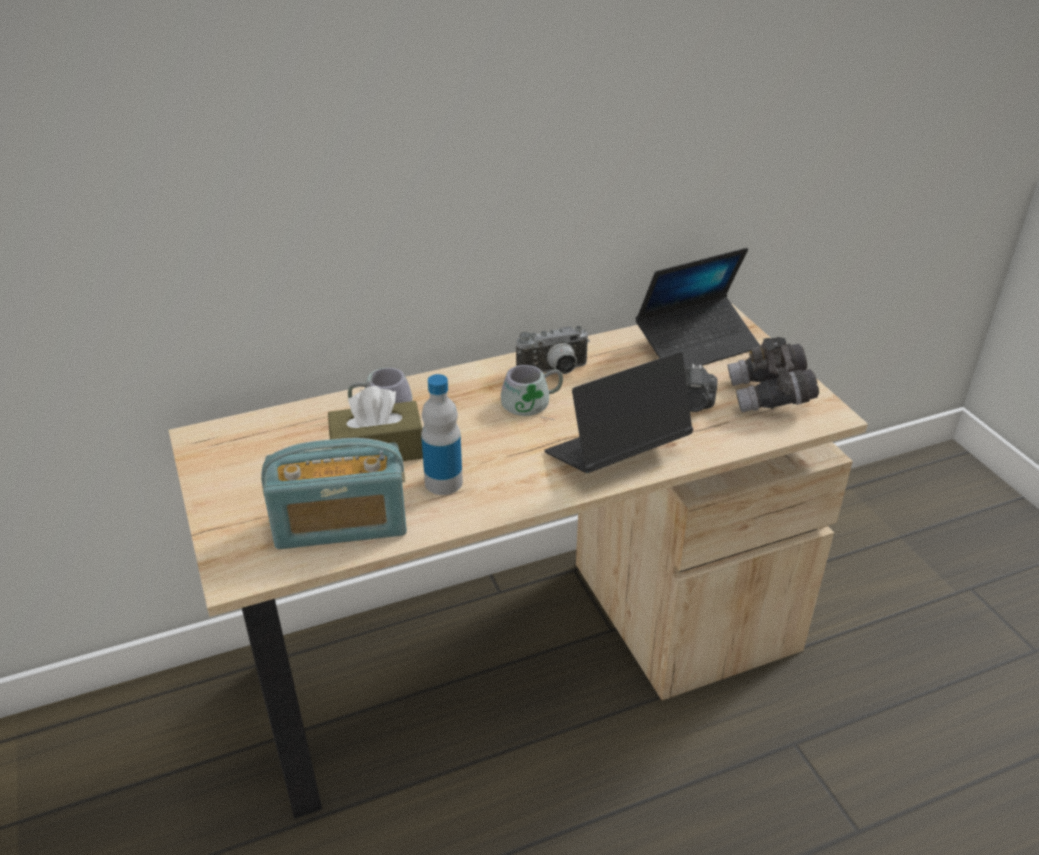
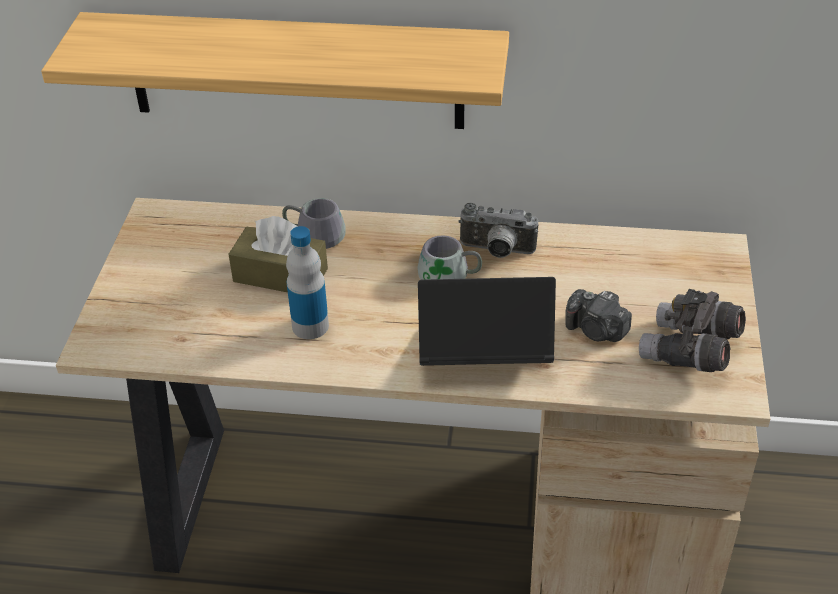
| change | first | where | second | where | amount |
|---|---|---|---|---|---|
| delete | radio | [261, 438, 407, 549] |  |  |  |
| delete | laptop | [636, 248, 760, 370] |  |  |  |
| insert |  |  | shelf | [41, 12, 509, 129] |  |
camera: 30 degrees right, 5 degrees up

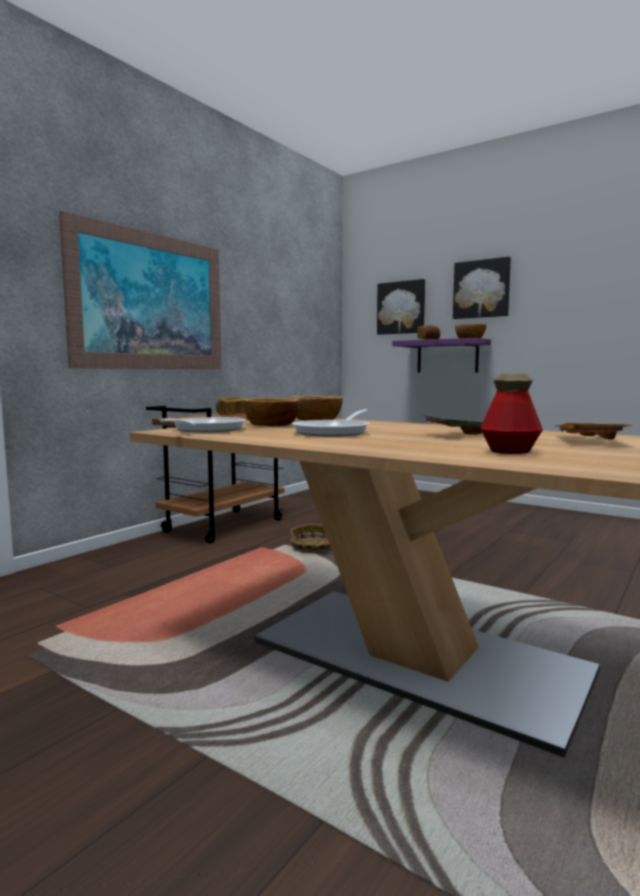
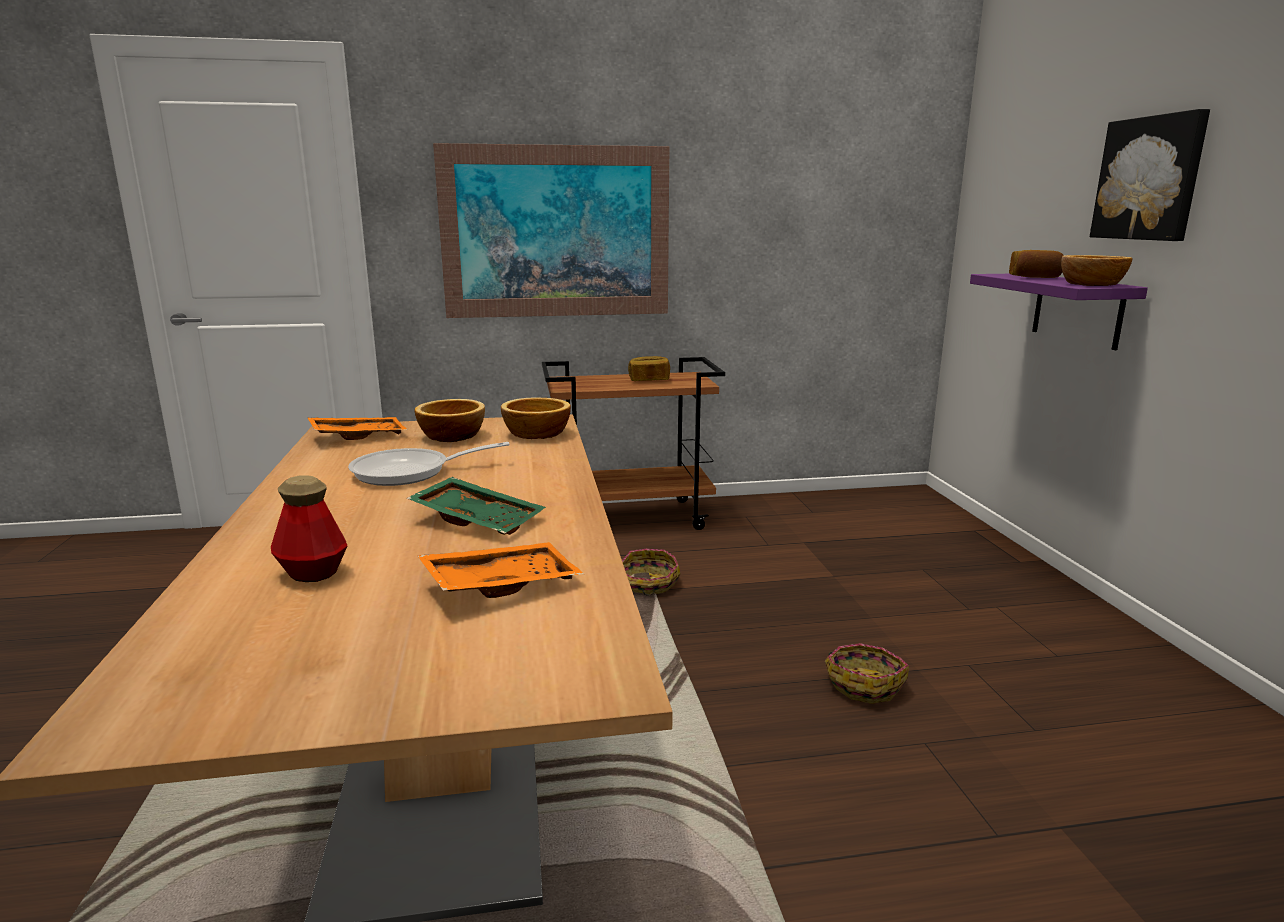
| change | first | where | second | where | amount |
|---|---|---|---|---|---|
| replace | frying pan | [159, 417, 246, 433] | tray/orange | [308, 417, 407, 440] |  |
| delete | picture | [377, 279, 425, 335] |  |  |  |
| insert |  |  | basket | [825, 643, 909, 704] |  |
camera: 45 degrees right, 10 degrees up

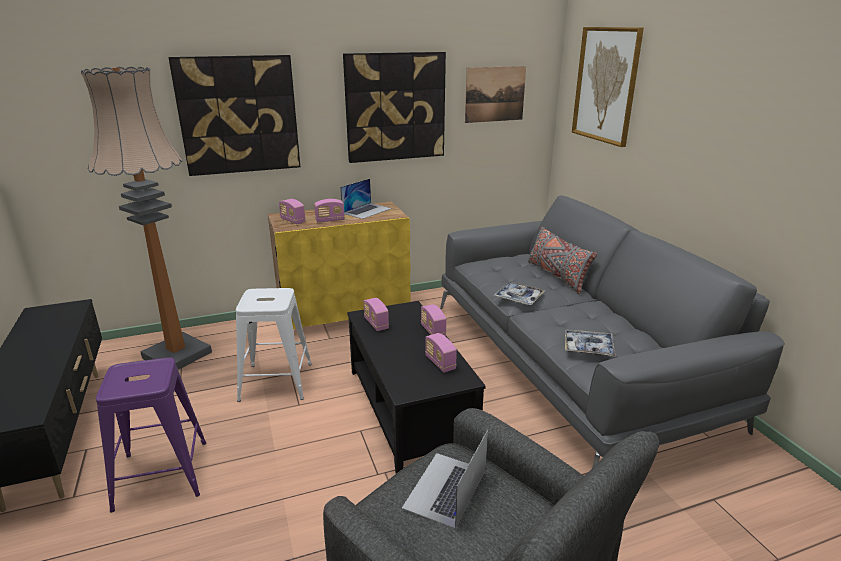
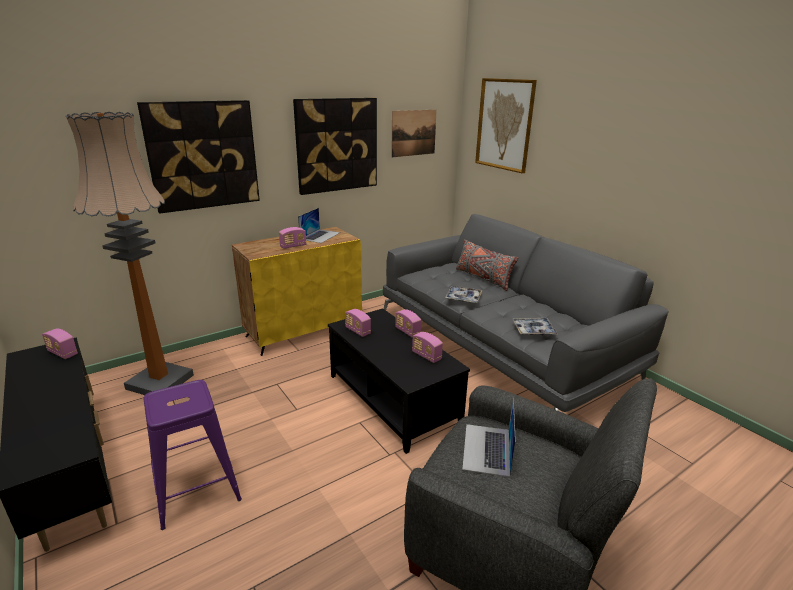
| change | first | where | second | where | amount |
|---|---|---|---|---|---|
| delete | stool/white | [236, 288, 312, 402] |  |  |  |
| move | radio | [279, 199, 305, 224] |  | [42, 328, 78, 359] |  |
camera: 15 degrees left, 0 degrees up

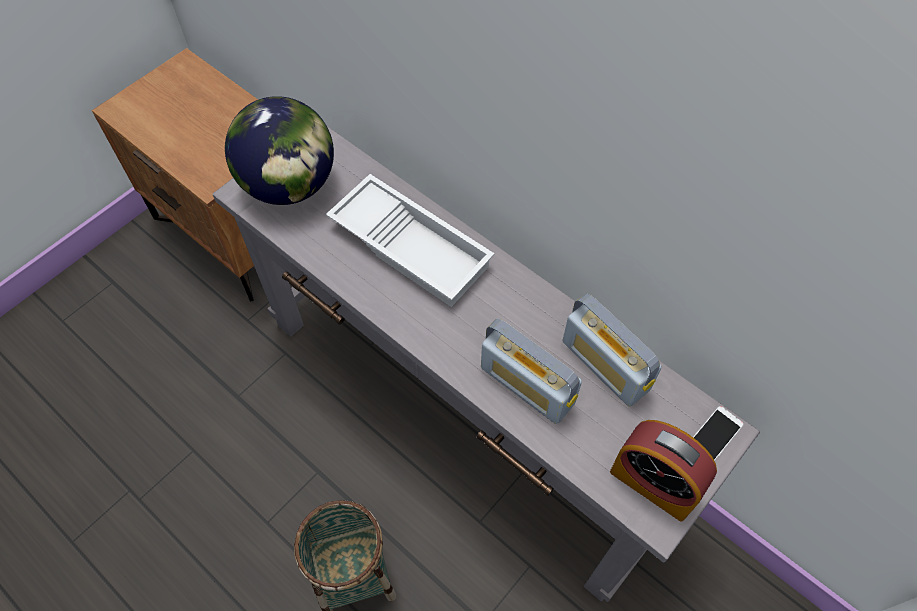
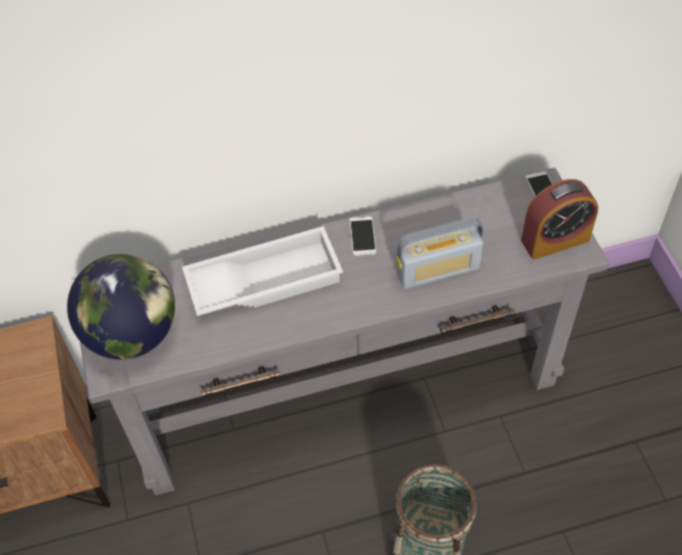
| change | first | where | second | where | amount |
|---|---|---|---|---|---|
| delete | radio | [563, 294, 662, 407] |  |  |  |
| insert |  |  | phone | [350, 216, 376, 256] |  |
camera: 55 degrees left, 5 degrees down

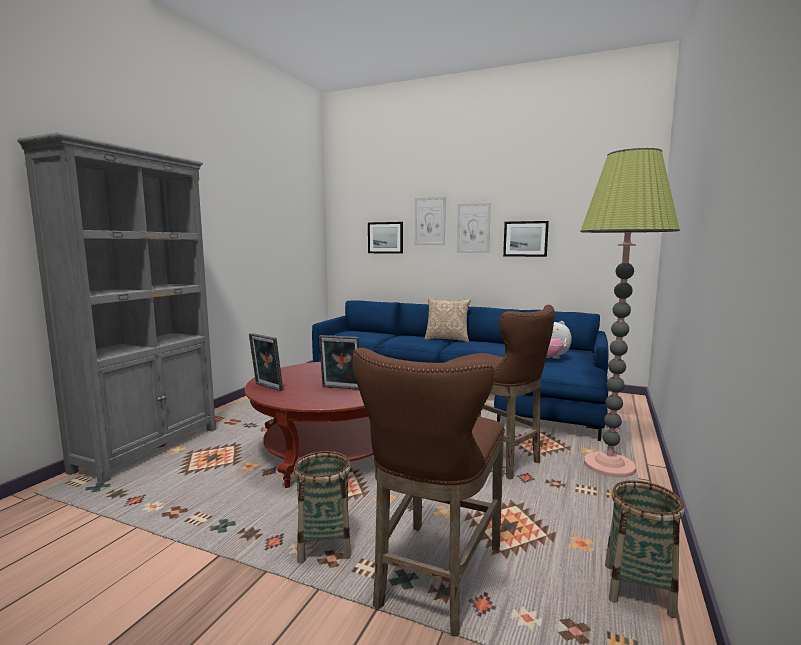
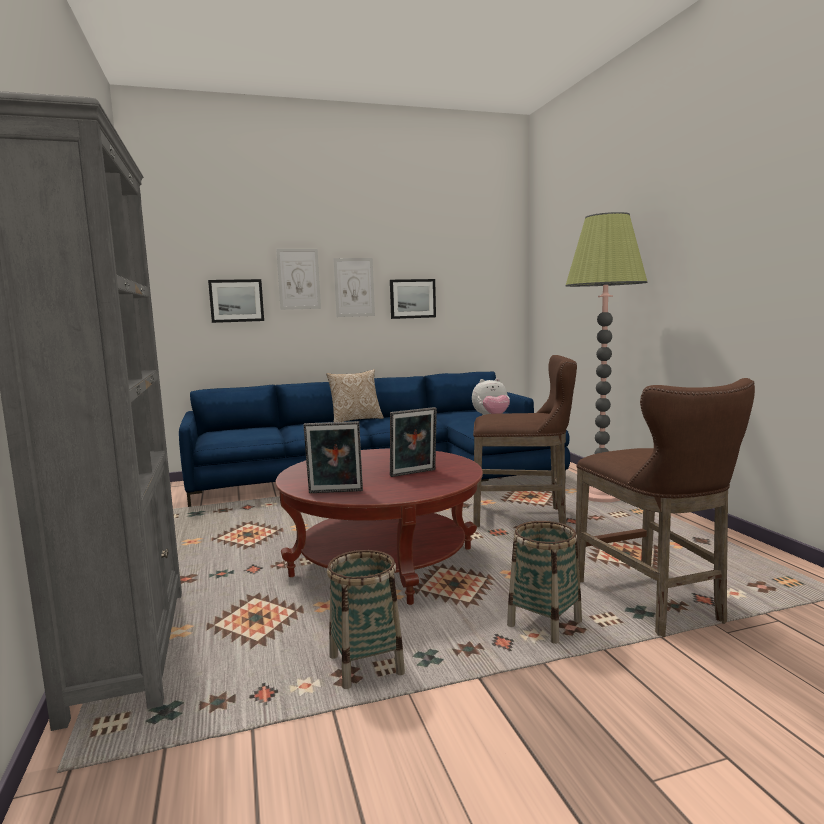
| change | first | where | second | where | amount |
|---|---|---|---|---|---|
| move | basket | [605, 480, 685, 618] |  | [327, 550, 405, 689] |  |
camera: 40 degrees left, 0 degrees up

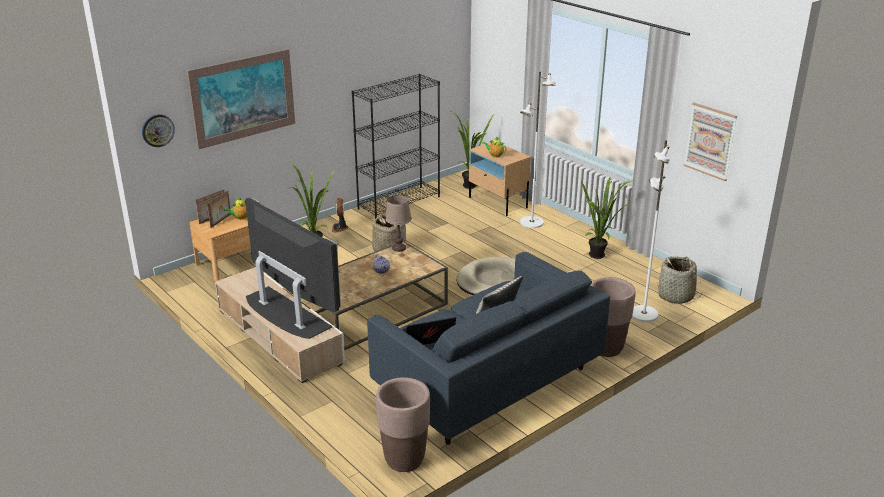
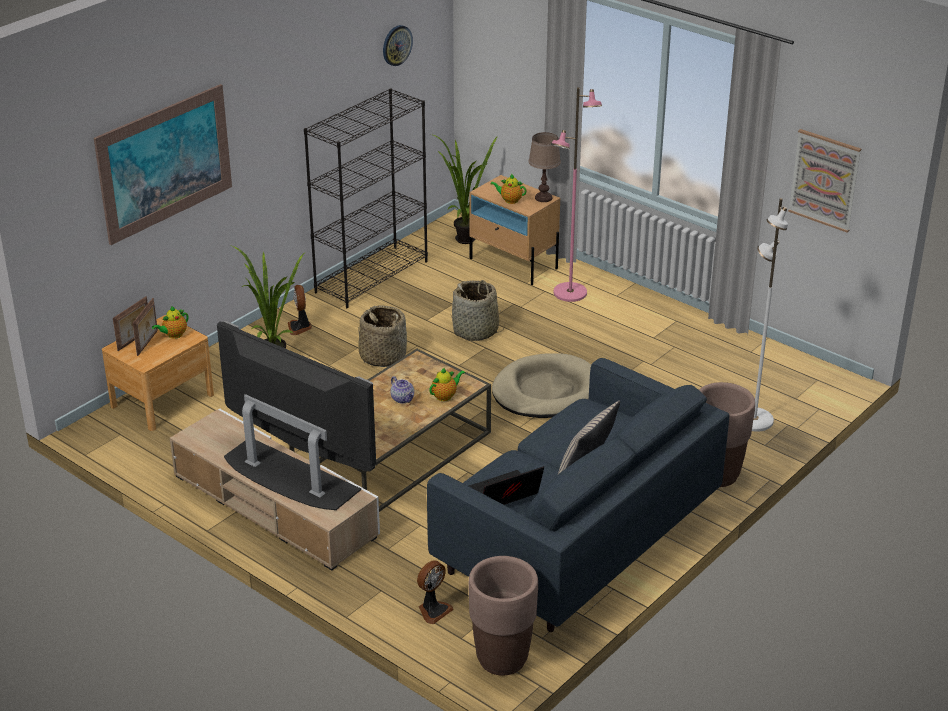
| change | first | where | second | where | amount |
|---|---|---|---|---|---|
| move | wall clock | [142, 114, 175, 147] |  | [383, 25, 413, 66] |  |
| move | table lamp/brown | [385, 195, 411, 252] |  | [528, 132, 561, 202] |  |
| recolor | floor lamp/white | [520, 71, 556, 228] | floor lamp/pink | [551, 87, 602, 302] |  |
| delete | potted plant | [580, 178, 636, 259] |  |  |  |
| move | basket | [656, 257, 701, 304] |  | [450, 280, 505, 341] |  |
| insert |  |  | fan | [417, 560, 454, 624] |  |
| insert |  |  | teapot | [429, 367, 465, 401] |  |
camera: 10 degrees left, 5 degrees up

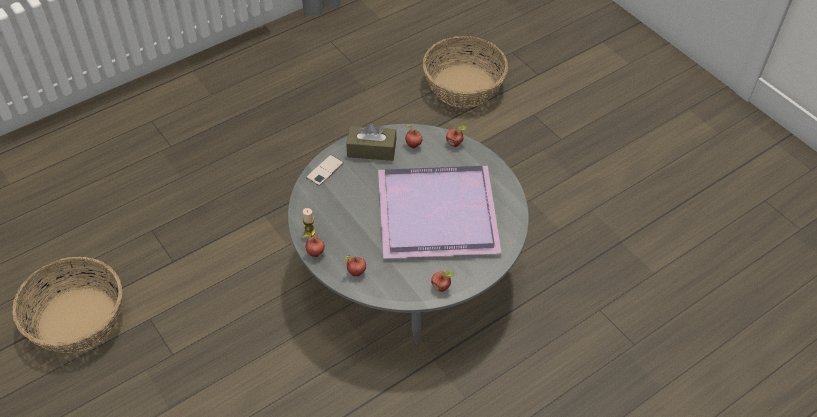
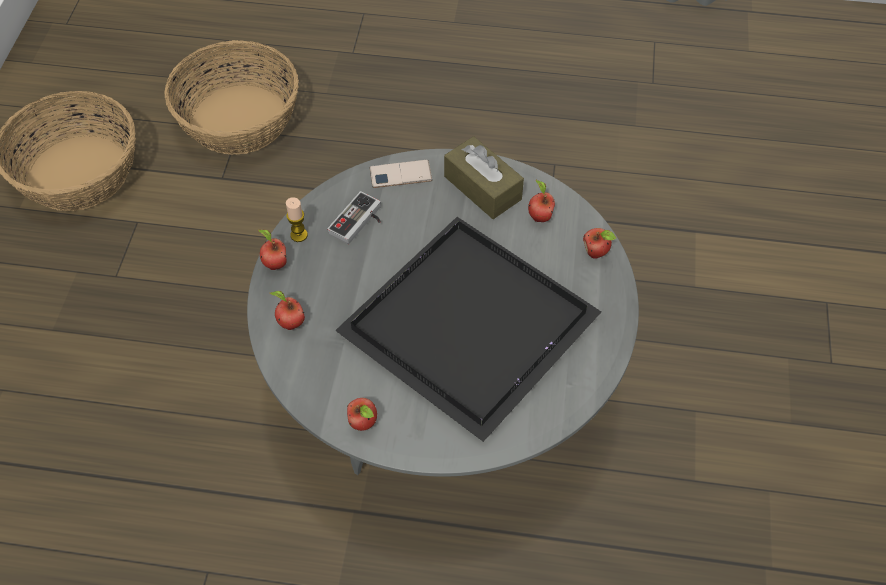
| change | first | where | second | where | amount |
|---|---|---|---|---|---|
| recolor | tray/purple | [378, 166, 502, 259] | tray/black | [335, 217, 601, 442] |  |
| move | basket | [423, 36, 508, 108] |  | [164, 40, 299, 155] |  |
| insert |  |  | game controller | [327, 191, 381, 244] |  |
camera: 45 degrees right, 5 degrees up

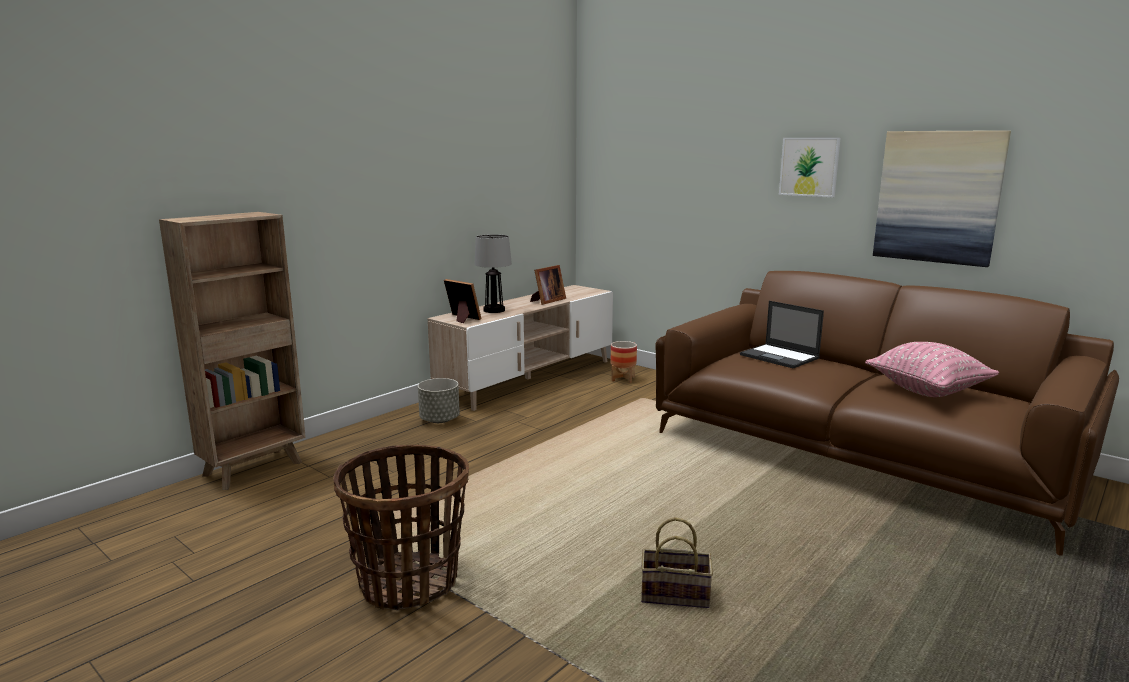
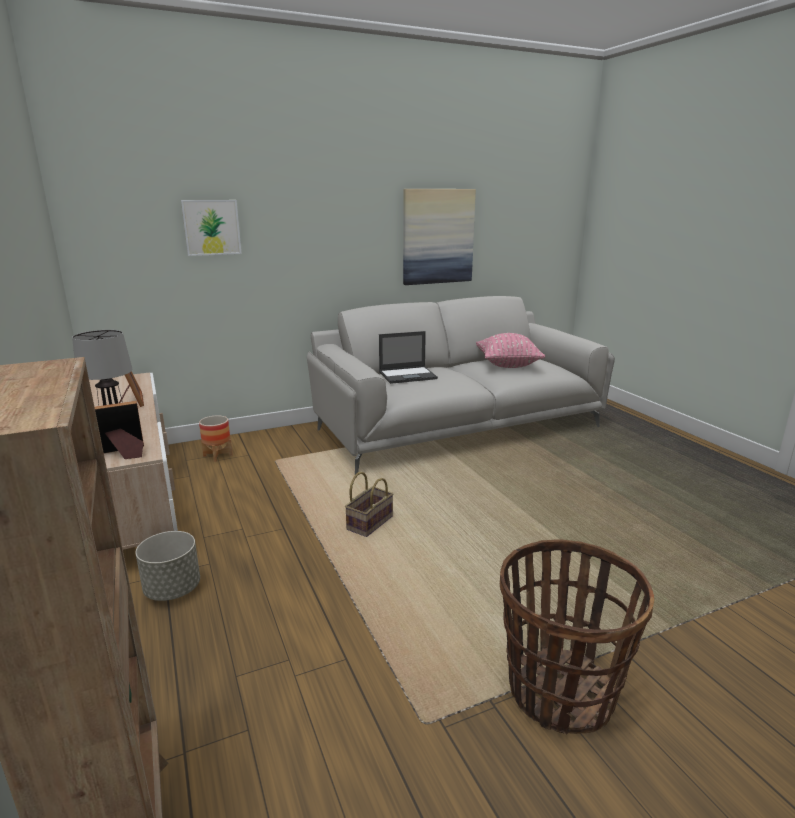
| change | first | where | second | where | amount |
|---|---|---|---|---|---|
| move | basket | [641, 517, 713, 608] |  | [345, 472, 393, 537] |  |
| recolor | sofa/brown | [655, 271, 1119, 556] | sofa/grey | [307, 296, 615, 475] |  |
| move | picture | [779, 138, 840, 197] |  | [181, 200, 242, 256] |  |
camera: 65 degrees left, 5 degrees up

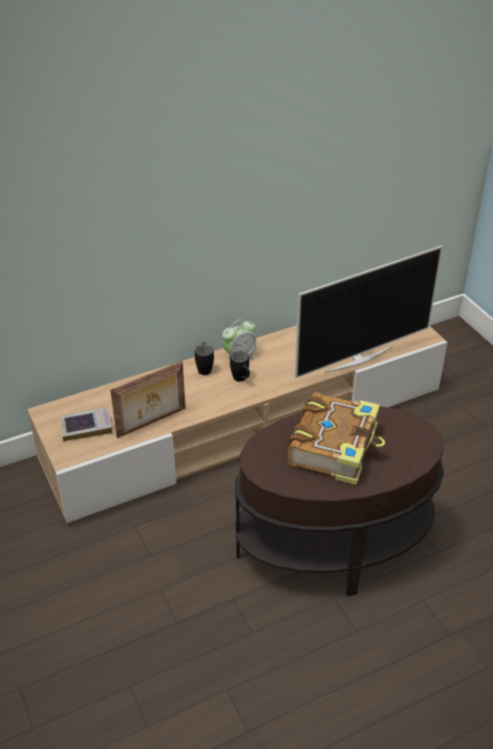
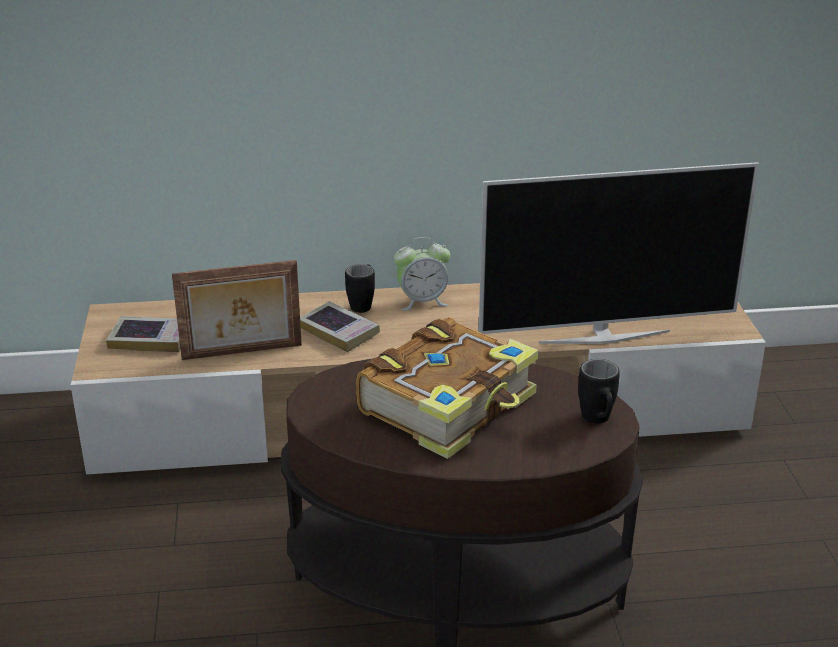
| change | first | where | second | where | amount |
|---|---|---|---|---|---|
| move | mug/black | [230, 350, 250, 381] |  | [578, 359, 620, 424] |  |
| insert |  |  | book | [300, 301, 380, 352] |  |
camera: 20 degrees right, 10 degrees down

